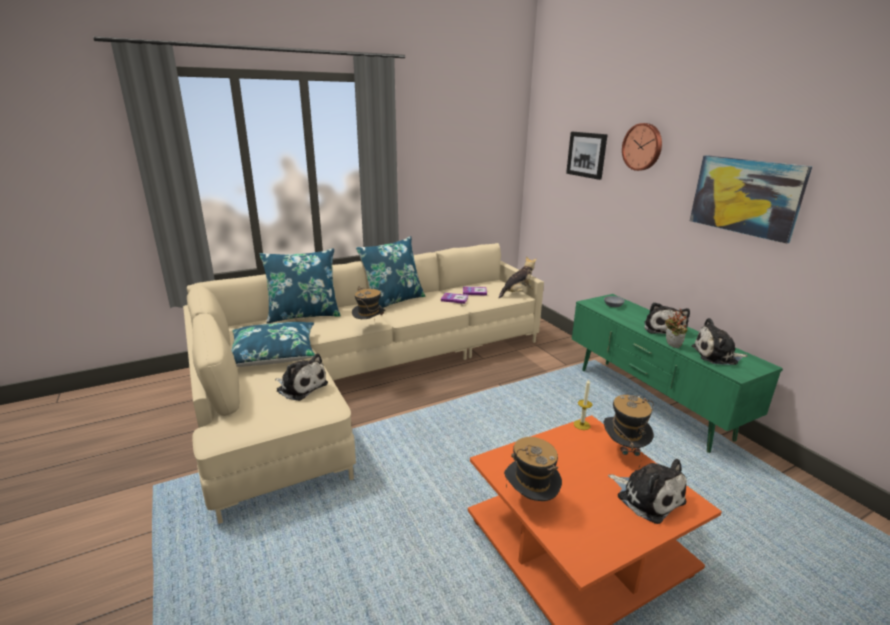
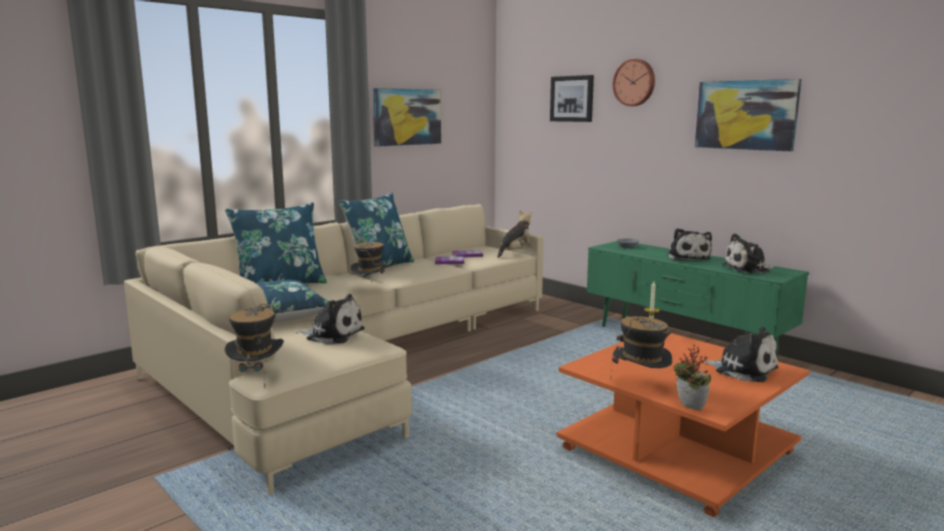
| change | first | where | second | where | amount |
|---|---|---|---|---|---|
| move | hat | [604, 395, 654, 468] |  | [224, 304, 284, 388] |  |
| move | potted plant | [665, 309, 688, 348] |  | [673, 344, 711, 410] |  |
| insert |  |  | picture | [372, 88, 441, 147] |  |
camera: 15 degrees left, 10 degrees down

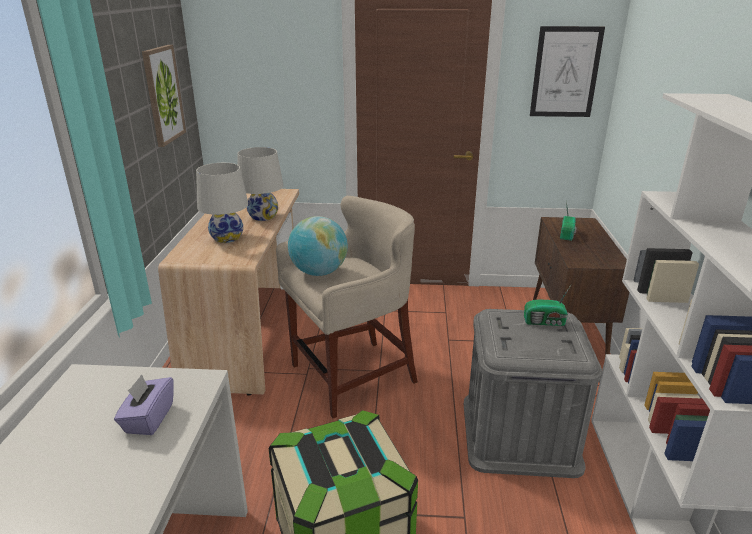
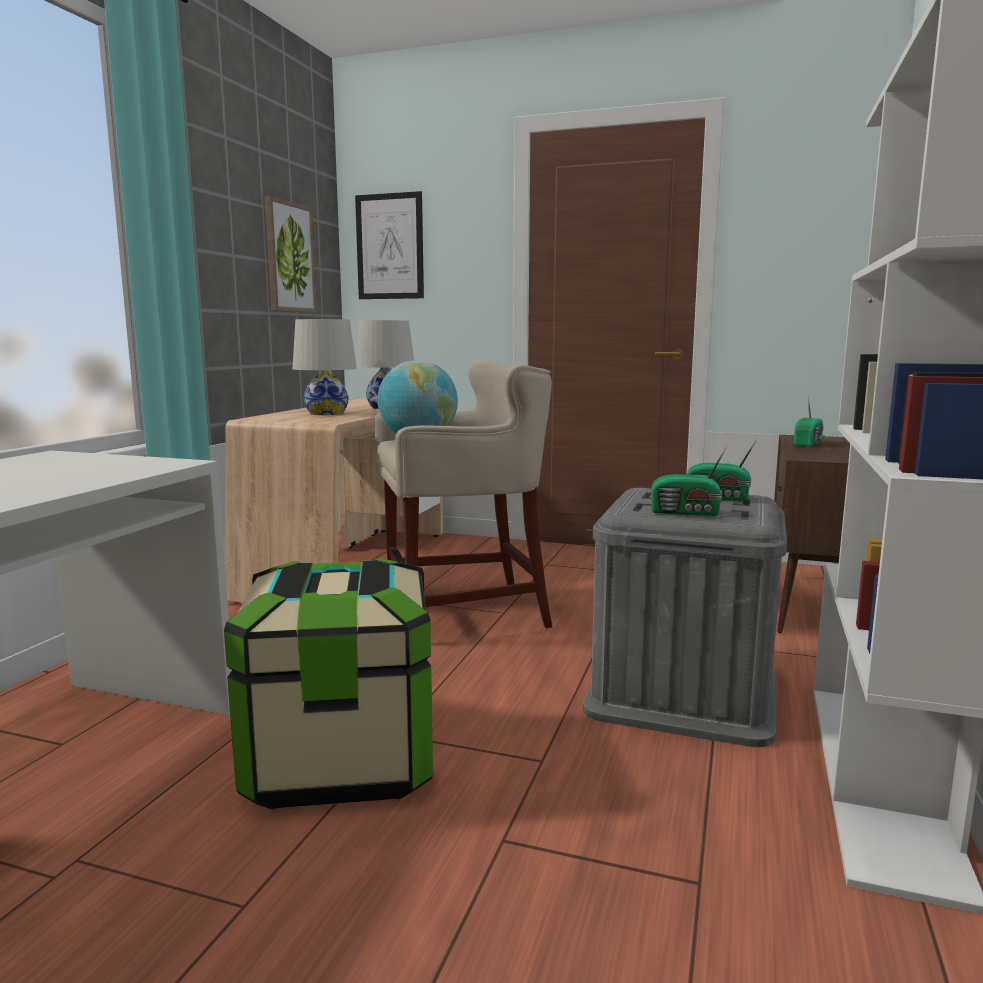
| change | first | where | second | where | amount |
|---|---|---|---|---|---|
| delete | tissue box/purple | [114, 374, 174, 435] |  |  |  |
| move | picture | [530, 26, 605, 117] |  | [355, 191, 424, 299] |  |
| insert |  |  | radio | [651, 446, 727, 516] |  |
camera: 15 degrees right, 15 degrees down

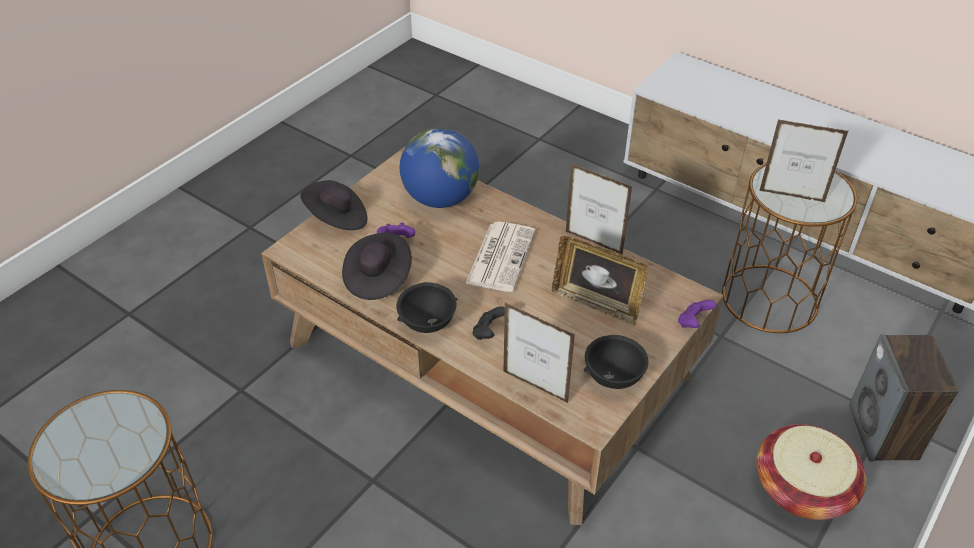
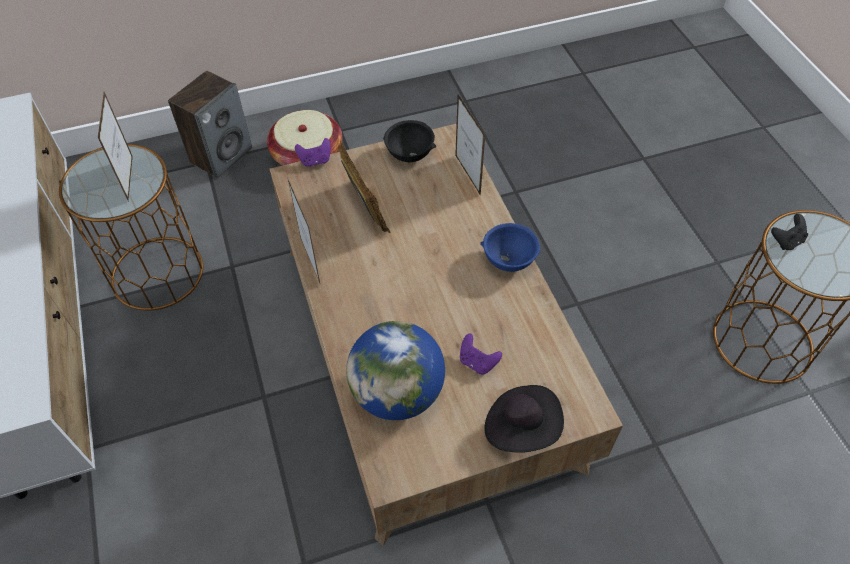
| change | first | where | second | where | amount |
|---|---|---|---|---|---|
| delete | hat/black | [342, 233, 412, 300] |  |  |  |
| recolor | bowl/black | [396, 282, 457, 333] | bowl/blue | [480, 223, 541, 272] |  |
| delete | newspaper | [465, 222, 535, 292] |  |  |  |
| move | game controller/black | [473, 306, 505, 340] |  | [771, 214, 808, 250] |  |
| rotate | picture frame | [759, 119, 848, 202] |  | [98, 92, 133, 200] | 150 degrees counterclockwise |
camera: 145 degrees left, 10 degrees up

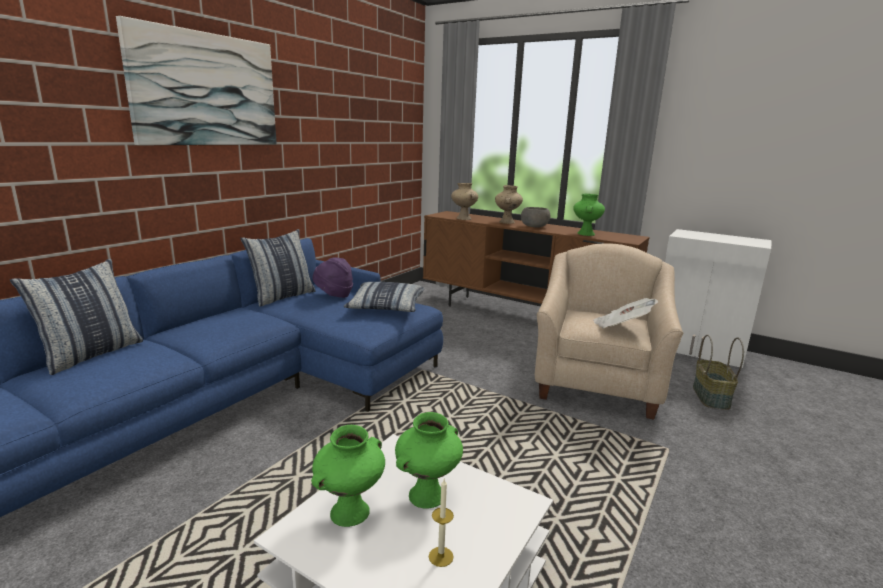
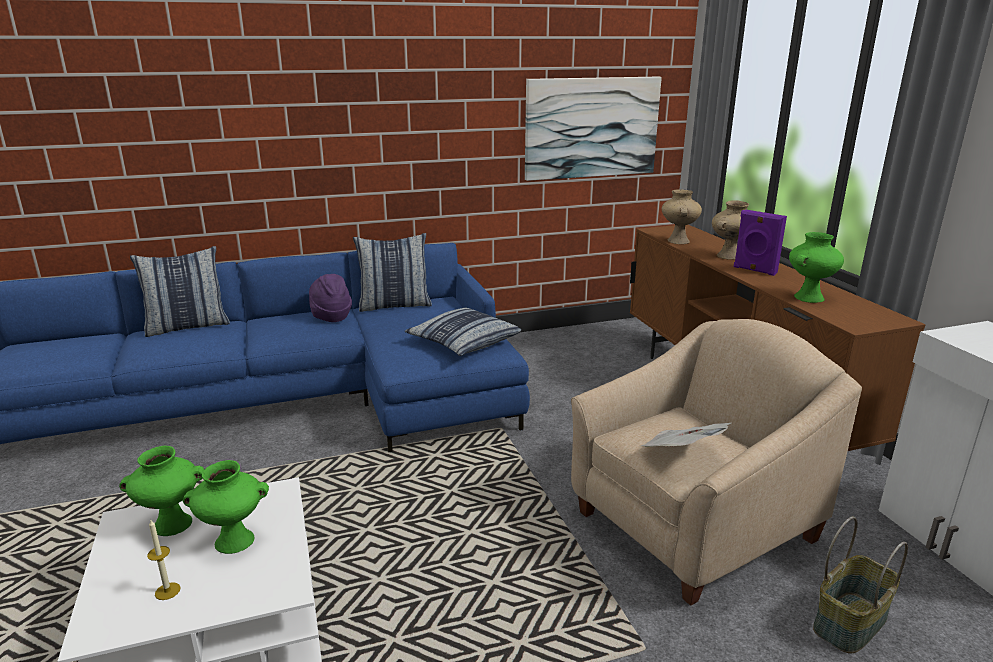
| change | first | where | second | where | amount |
|---|---|---|---|---|---|
| move | picture | [116, 16, 277, 145] |  | [525, 76, 662, 181] |  |
| move | hat/purple | [312, 257, 353, 298] |  | [309, 274, 352, 322] |  |
| replace | bowl/grey | [521, 207, 551, 228] | speaker/purple | [734, 210, 787, 276] |  |
camera: 40 degrees right, 5 degrees up

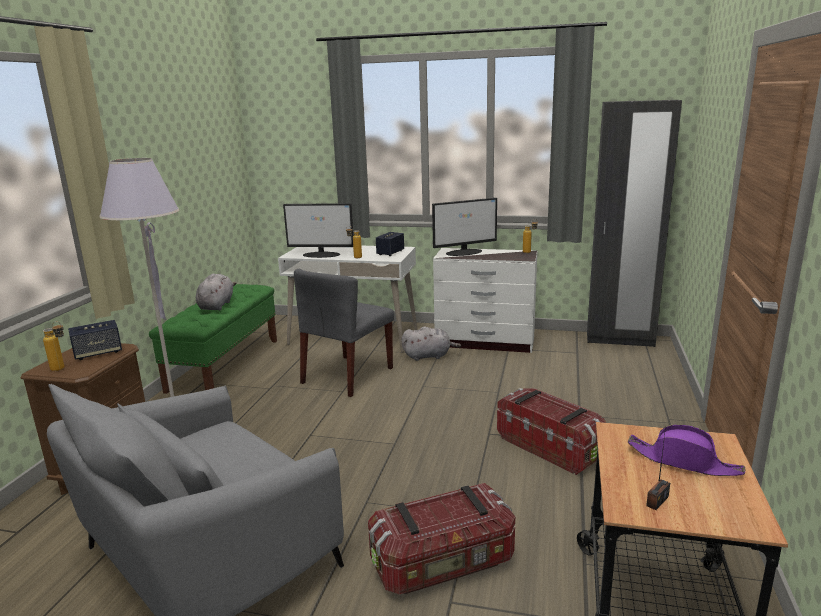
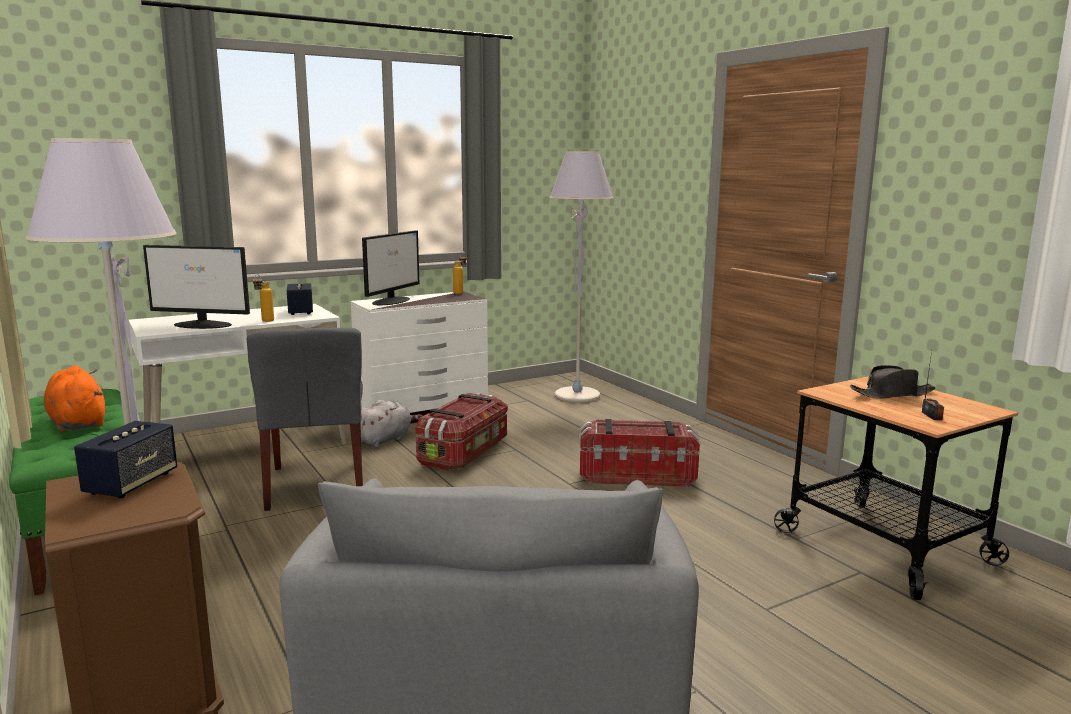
| change | first | where | second | where | amount |
|---|---|---|---|---|---|
| delete | bottle | [43, 321, 64, 371] |  |  |  |
| recolor | plush toy/grey | [196, 273, 237, 310] | plush toy/orange | [44, 365, 105, 432] |  |
| rotate | monitor | [283, 203, 353, 258] |  | [143, 245, 250, 329] | 45 degrees clockwise |
| move | storage box | [368, 483, 515, 595] |  | [416, 393, 508, 471] |  |
| delete | wardrobe/black | [587, 100, 682, 347] |  |  |  |
| recolor | hat/purple | [628, 425, 746, 476] | hat/black | [850, 365, 936, 399] |  |
| insert |  |  | floor lamp/grey | [549, 151, 613, 403] |  |
camera: 45 degrees left, 5 degrees down

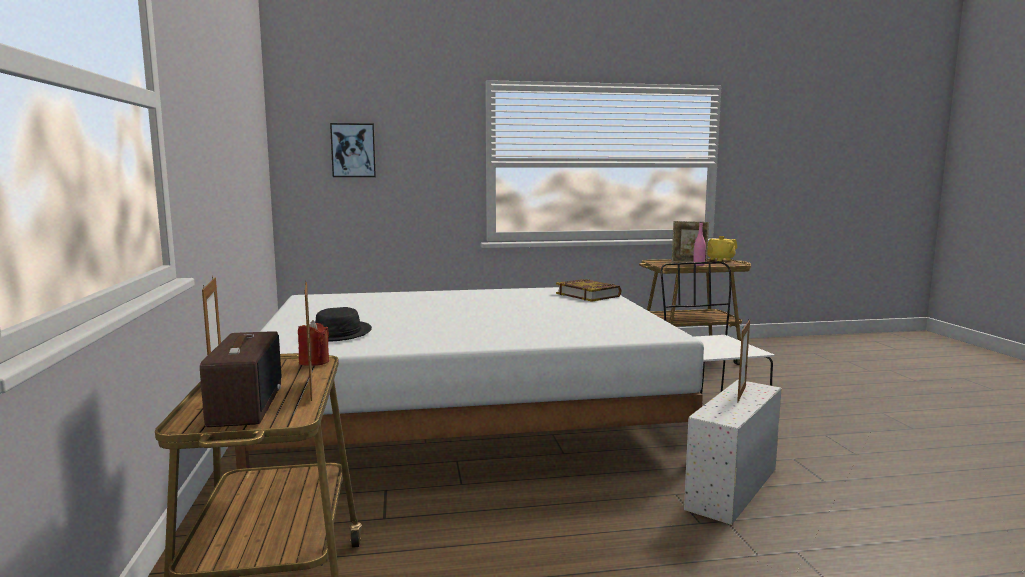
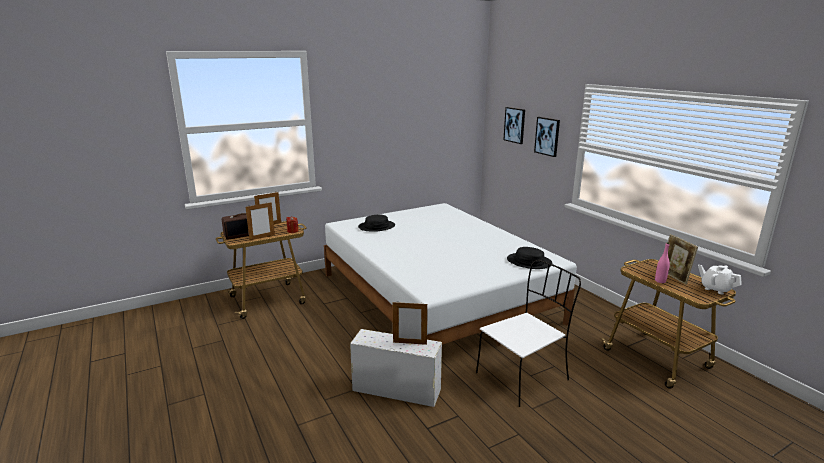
| change | first | where | second | where | amount |
|---|---|---|---|---|---|
| replace | book | [556, 279, 622, 302] | hat/black | [507, 247, 553, 269] |  |
| recolor | teapot/yellow | [707, 236, 738, 261] | teapot/white | [698, 265, 742, 294] |  |
| insert |  |  | picture | [534, 117, 560, 157] |  |
camera: 70 degrees right, 10 degrees up

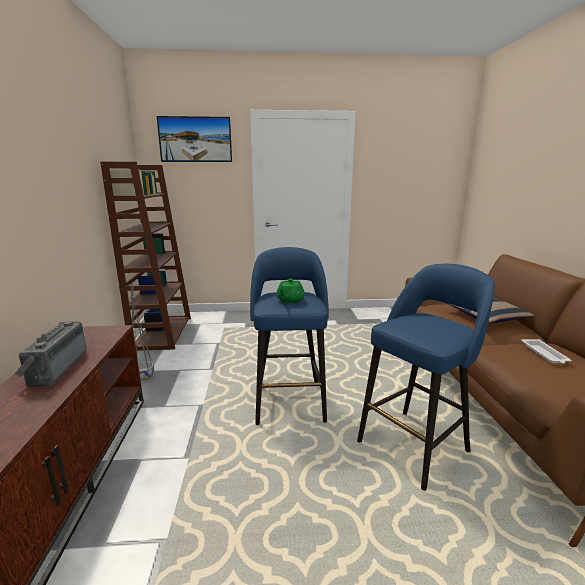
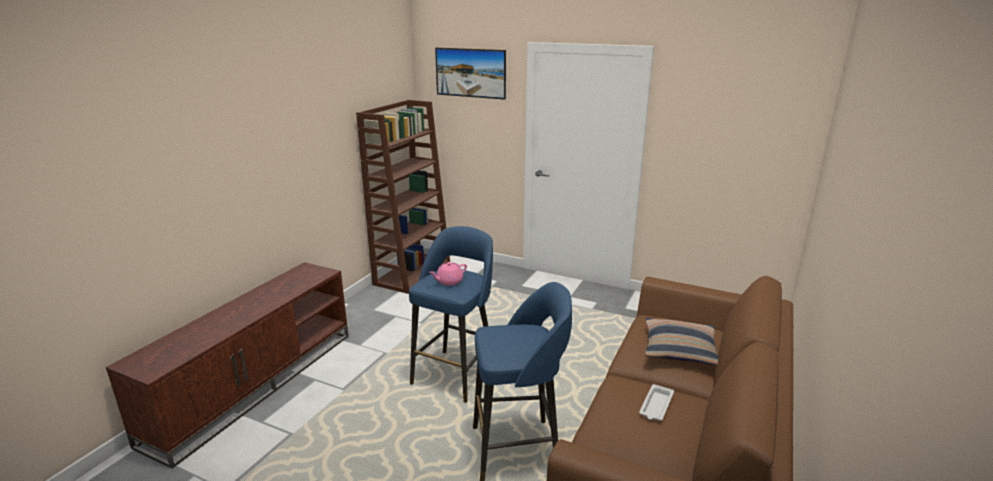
| change | first | where | second | where | amount |
|---|---|---|---|---|---|
| delete | radio | [15, 321, 87, 387] |  |  |  |
| delete | planter/grey | [129, 282, 154, 381] |  |  |  |
| recolor | teapot/green | [276, 279, 305, 303] | teapot/pink | [429, 262, 467, 285] |  |
camera: 30 degrees right, 5 degrees up

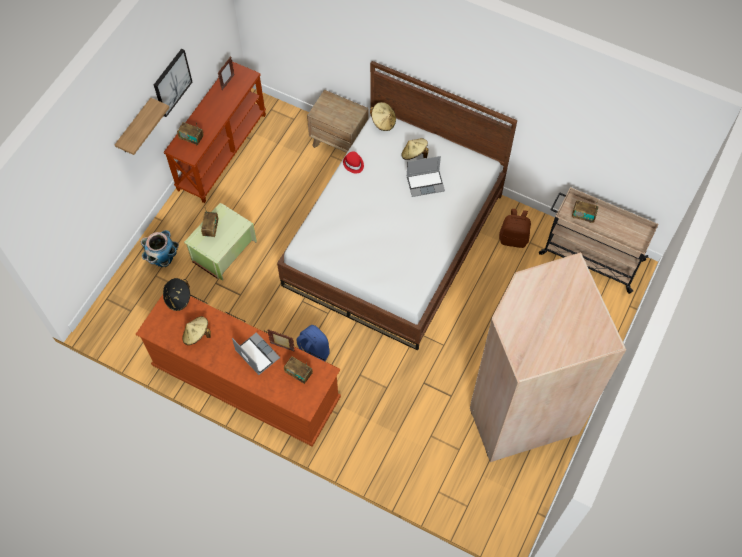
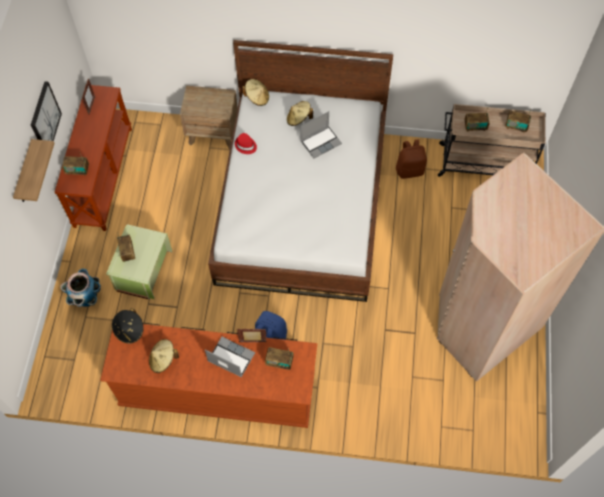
| change | first | where | second | where | amount |
|---|---|---|---|---|---|
| insert |  |  | radio | [505, 110, 531, 133] |  |
camera: 20 degrees left, 0 degrees up

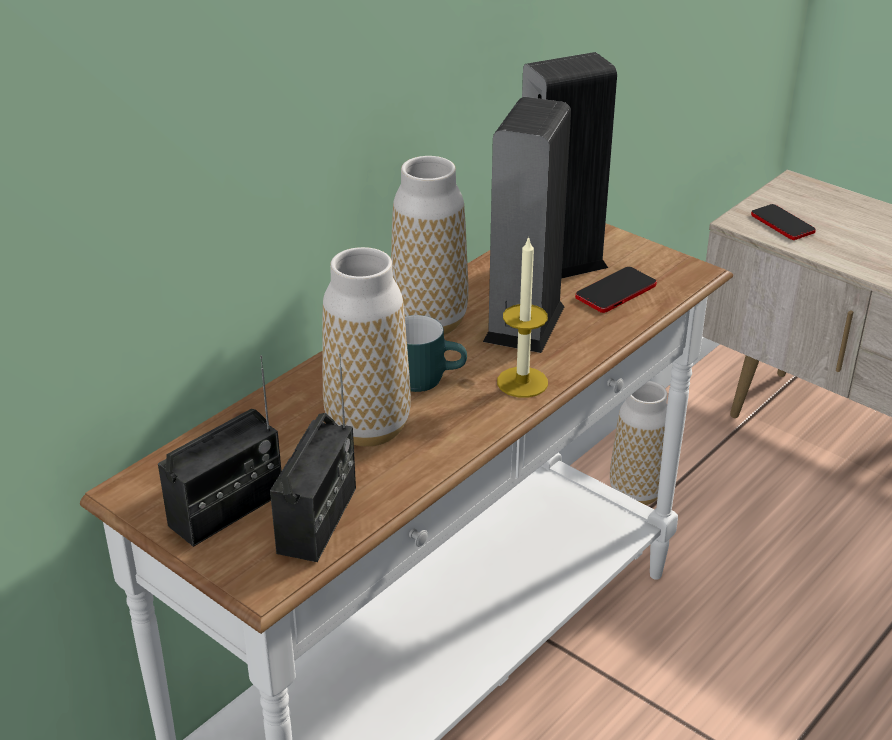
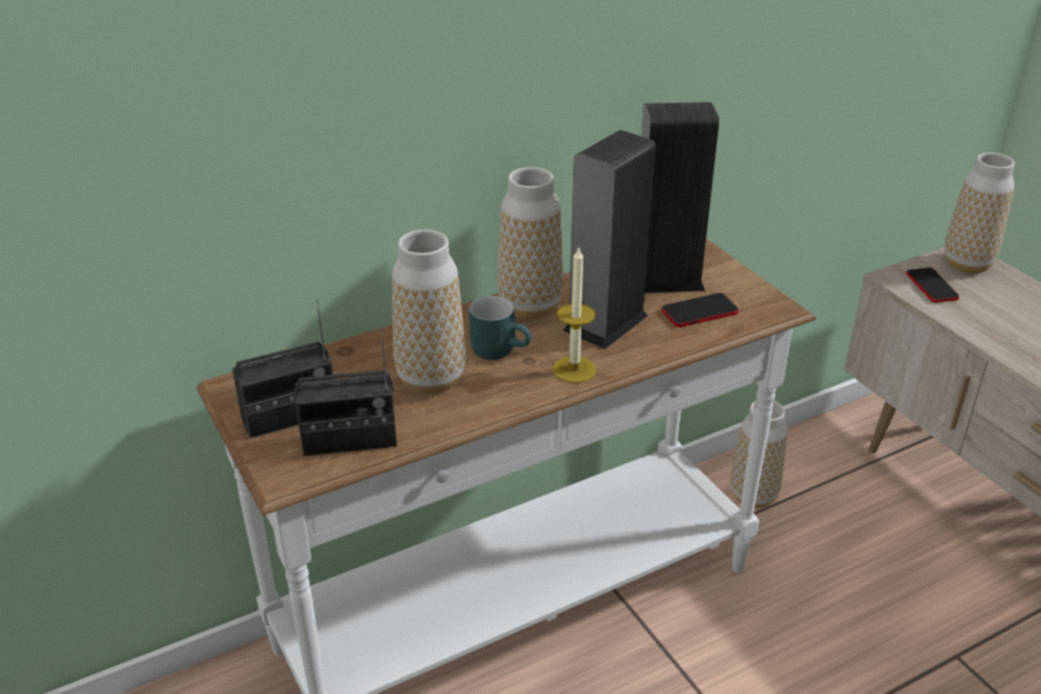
| change | first | where | second | where | amount |
|---|---|---|---|---|---|
| rotate | radio | [270, 354, 356, 562] |  | [294, 329, 397, 456] | 45 degrees clockwise |
| insert |  |  | vase | [944, 153, 1015, 273] |  |
camera: 20 degrees right, 0 degrees up

